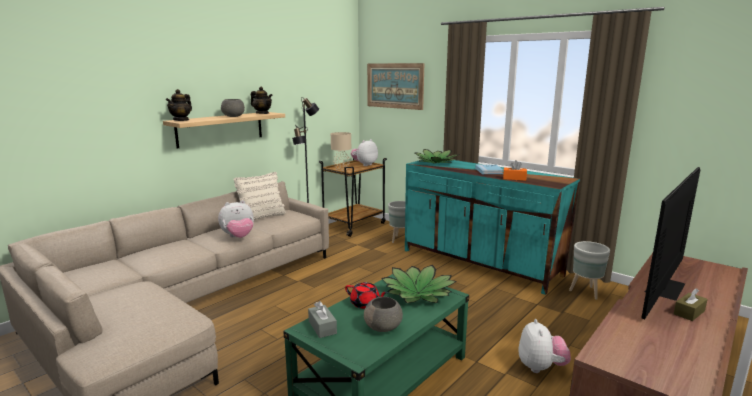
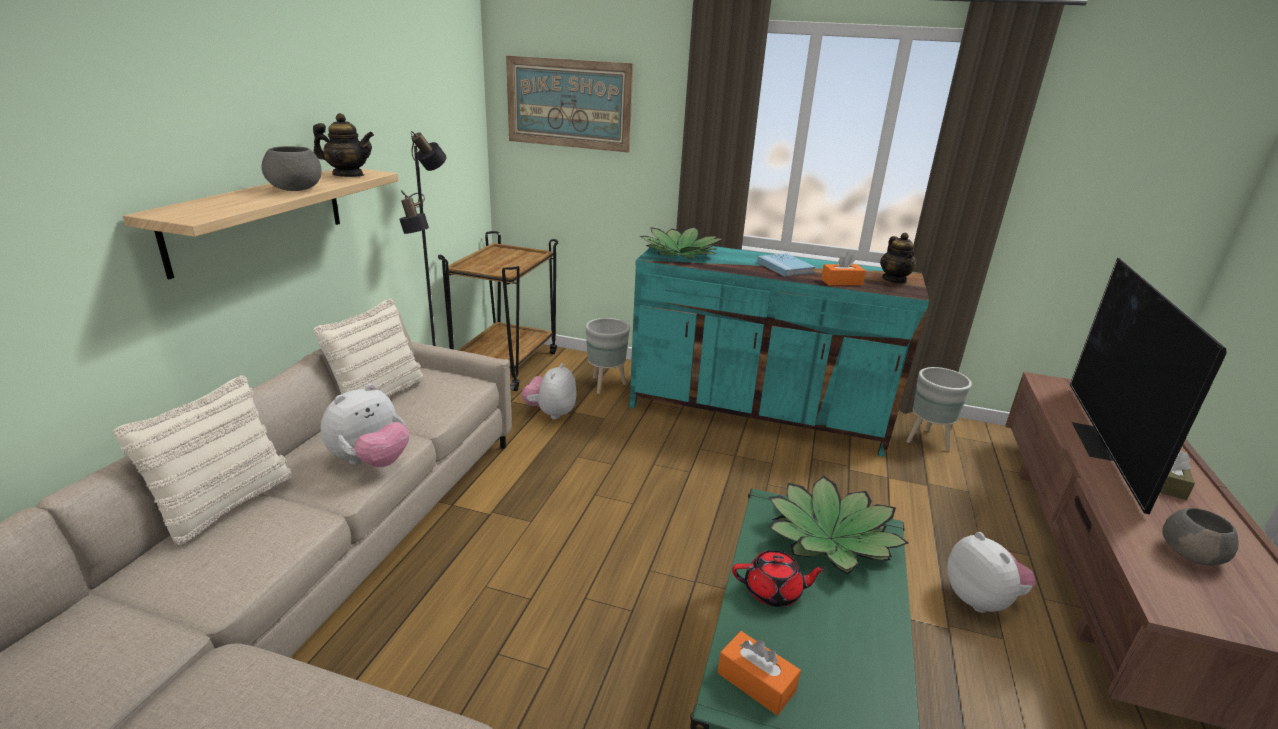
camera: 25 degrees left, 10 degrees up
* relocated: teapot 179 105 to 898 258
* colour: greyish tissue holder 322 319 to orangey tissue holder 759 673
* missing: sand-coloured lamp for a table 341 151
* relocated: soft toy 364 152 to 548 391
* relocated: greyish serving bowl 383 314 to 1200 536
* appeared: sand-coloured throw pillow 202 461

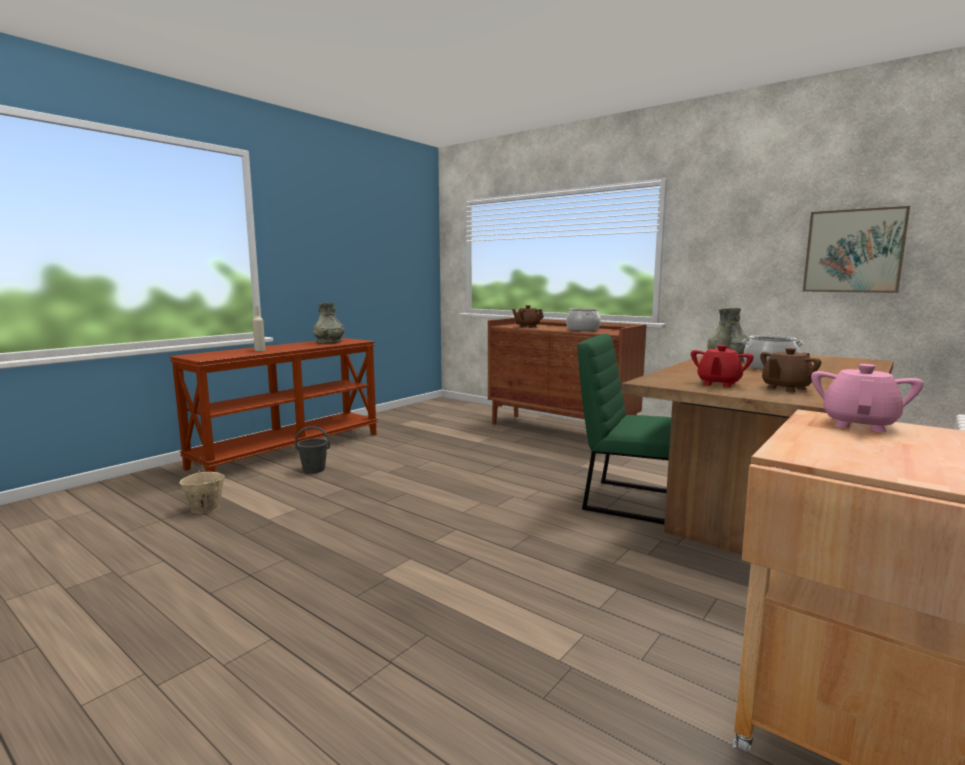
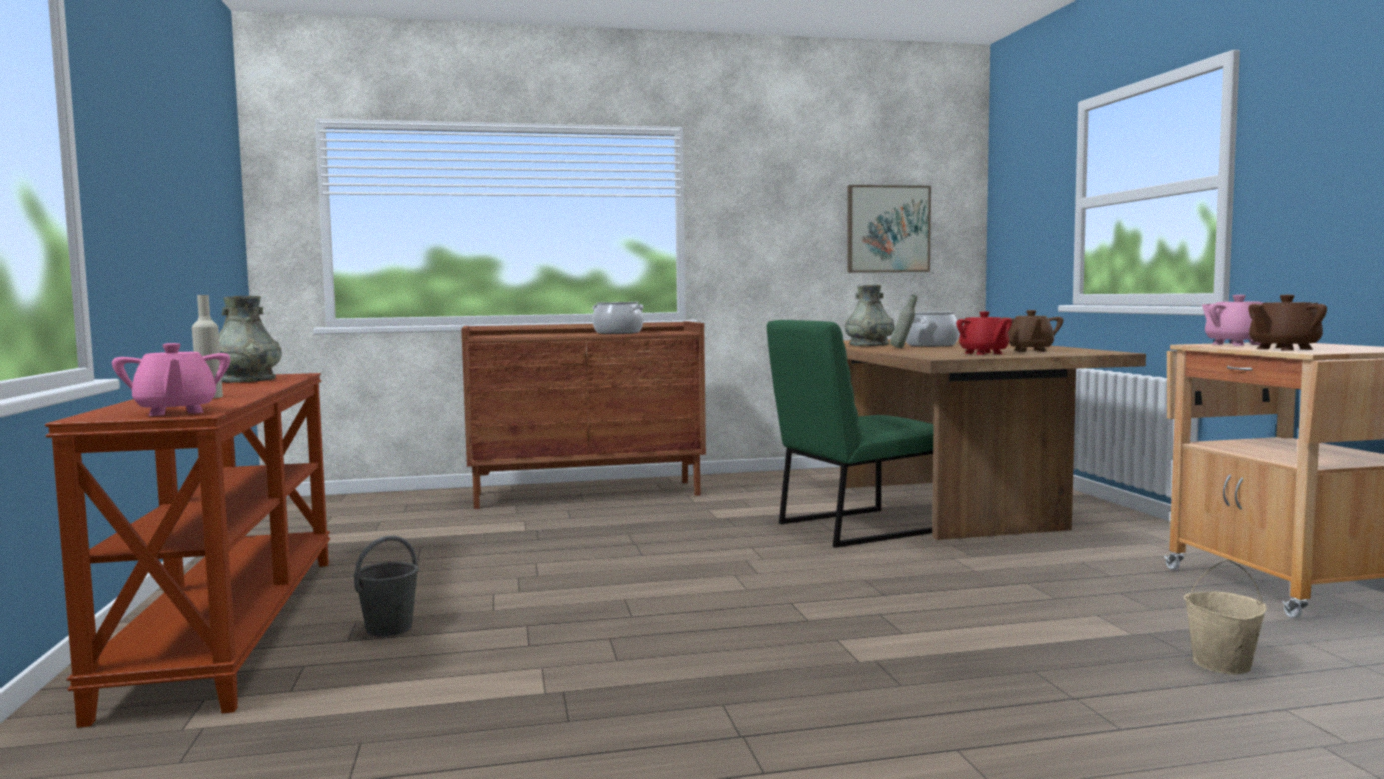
camera: 50 degrees left, 5 degrees down
* relocated: sand-coloured bucket 202 485 to 1225 617
* relocated: brownish teapot 528 316 to 1287 323
* appeared: pinkish teapot 171 379

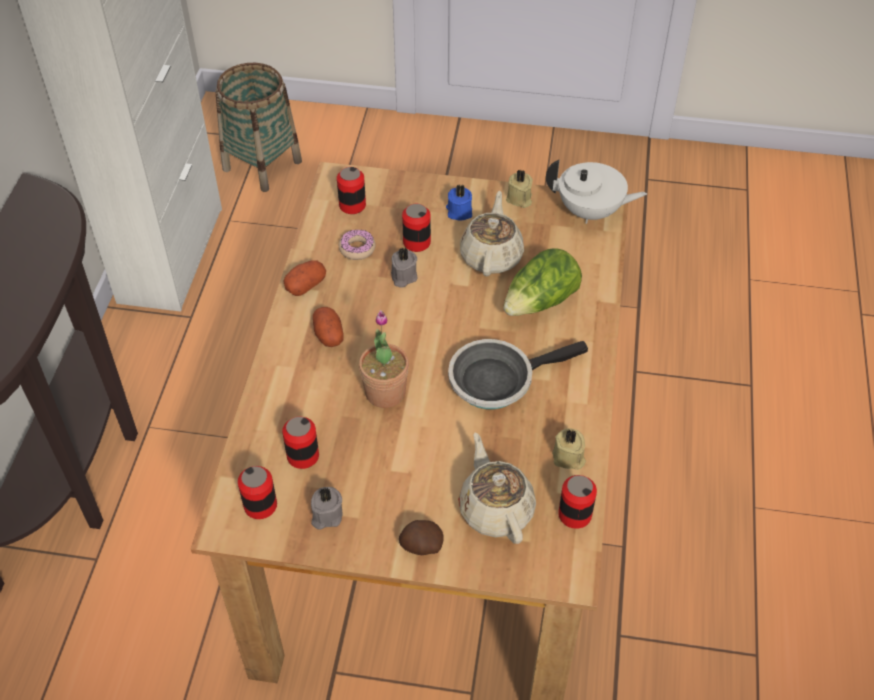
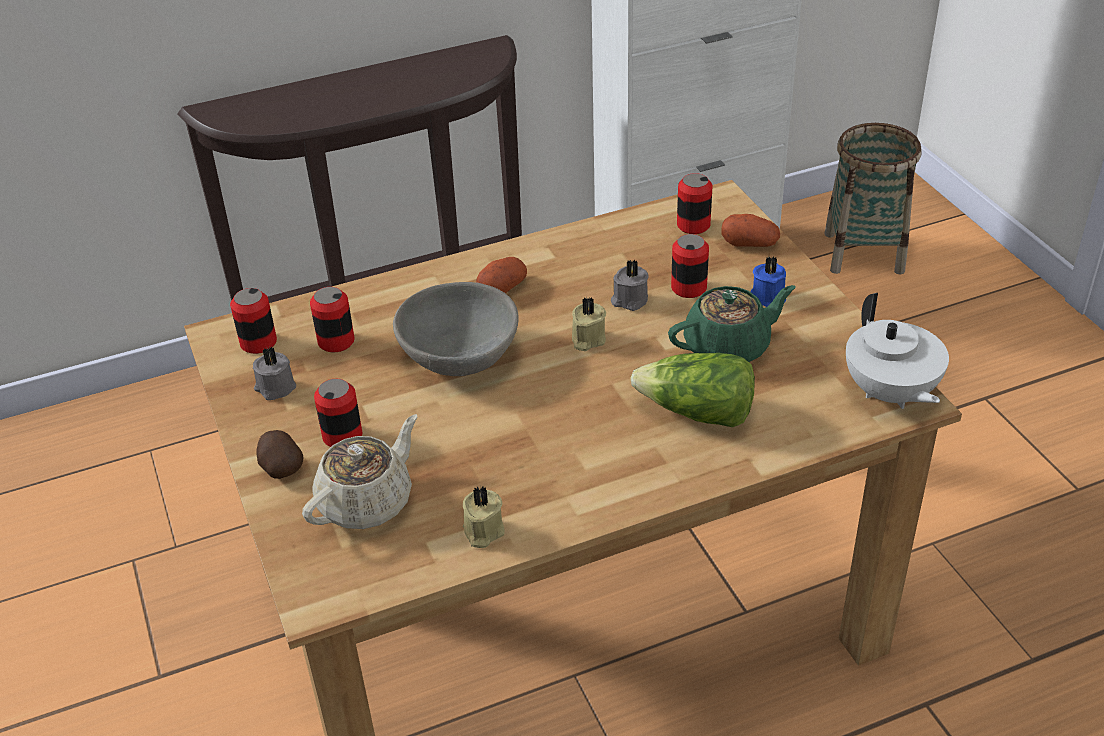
camera: 60 degrees right, 10 degrees down
* relocated: spud 304 278 to 750 230
* missing: ring doughnut 357 244
* exchanged: plant in a pot 384 359 to greyish serving bowl 455 329
* missing: skillet 518 374
* colour: sand-coloured teapot 492 234 to greenish teapot 732 323
* relocated: sand-coloured wax candle 519 189 to 589 324
* relocated: can 577 502 to 338 413

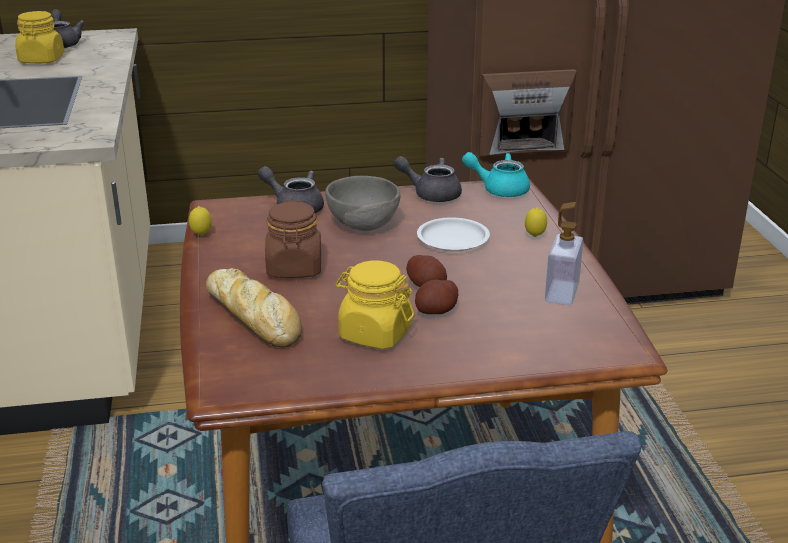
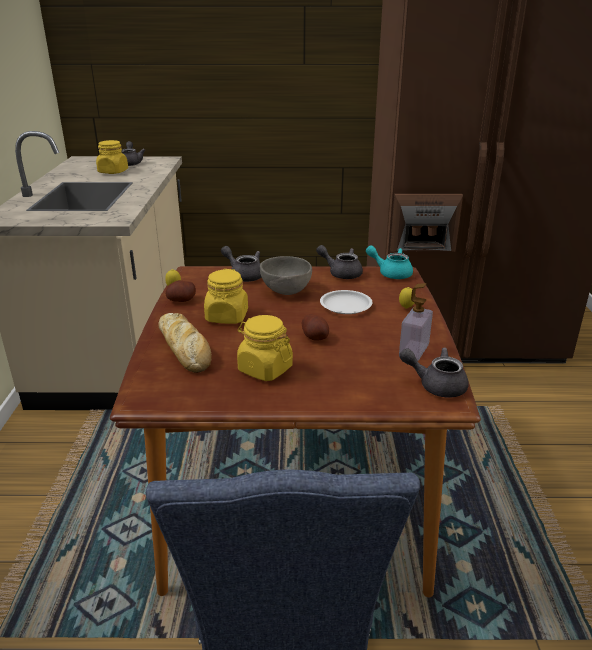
camera: 10 degrees right, 0 degrees up
* colour: brownish storage jar 293 239 to yellowish storage jar 226 296
* relocated: spud 436 296 to 181 291
* appeared: greyish teapot 434 372

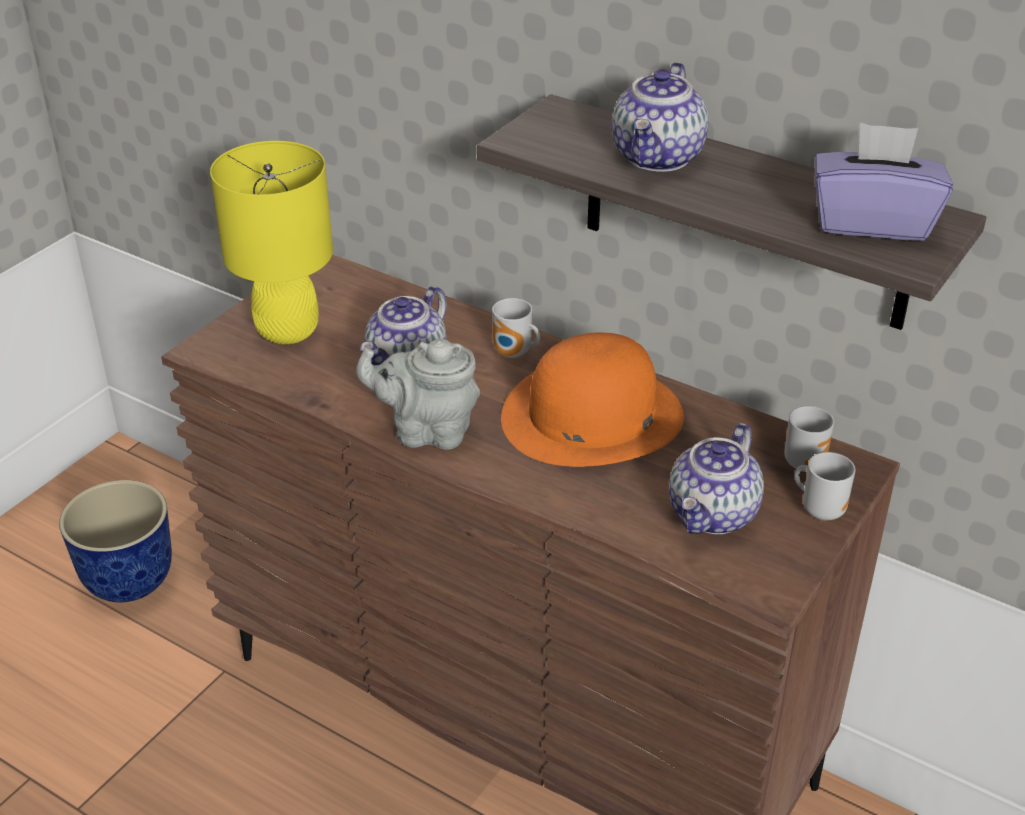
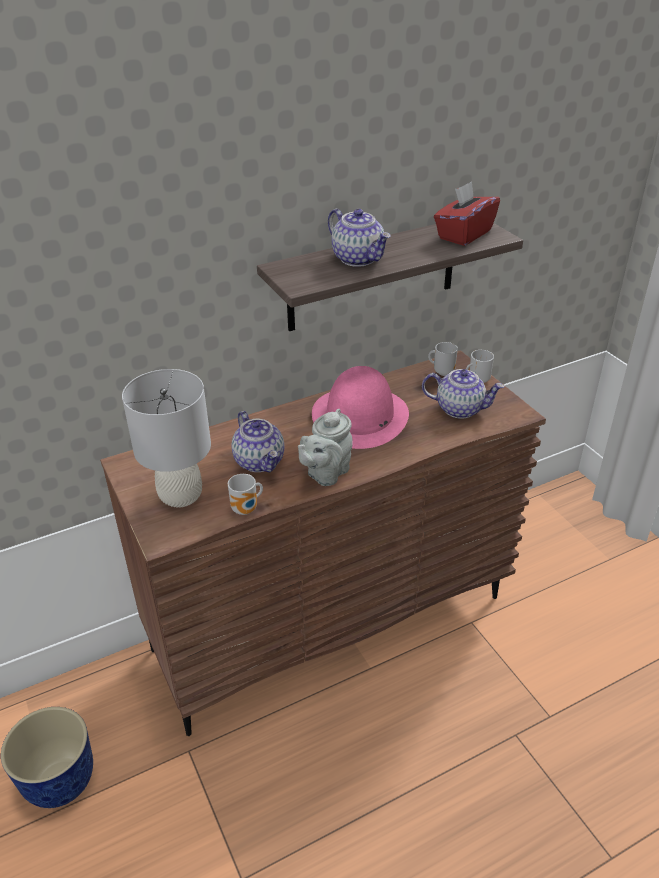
camera: 60 degrees left, 0 degrees up
* colour: yellowish lamp for a table 271 243 to greyish lamp for a table 166 438
* relocated: tea mug 516 328 to 245 494
* colour: orangey clothing hat 592 399 to pinkish clothing hat 360 407
* spun: teapot 716 478 = 463 394 45 degrees counterclockwise
* colour: purple tissue holder 884 181 to red-coloured tissue holder 467 213

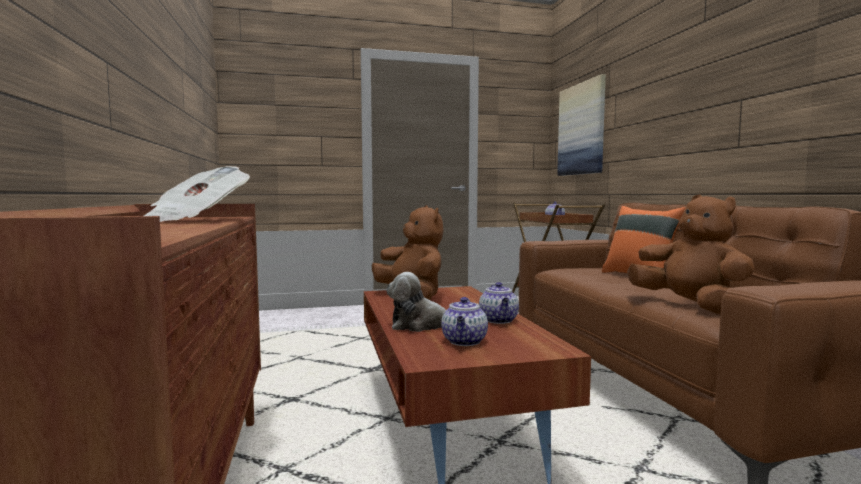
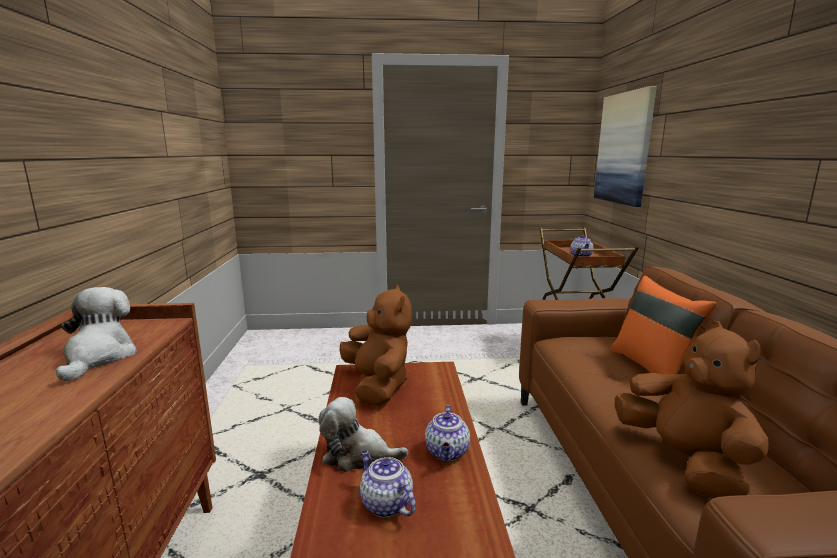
camera: 10 degrees right, 10 degrees up
* exchanged: newspaper 197 194 to soft toy 96 334
* spun: teapot 464 321 = 388 484 120 degrees clockwise

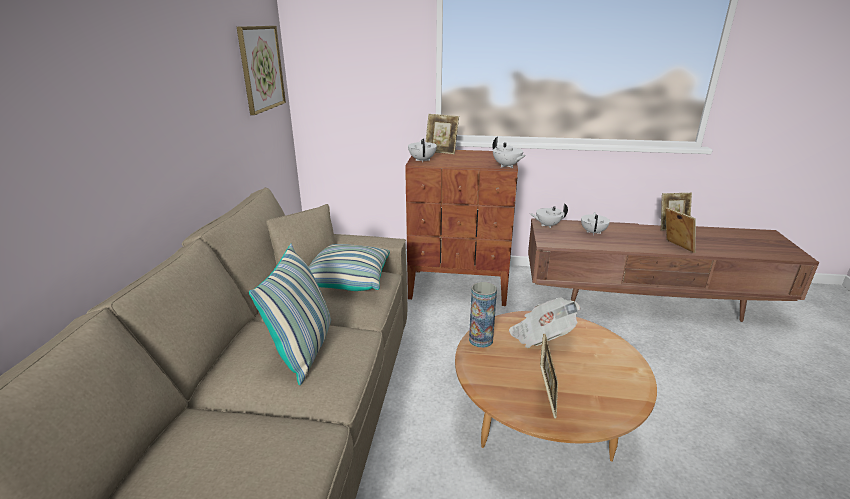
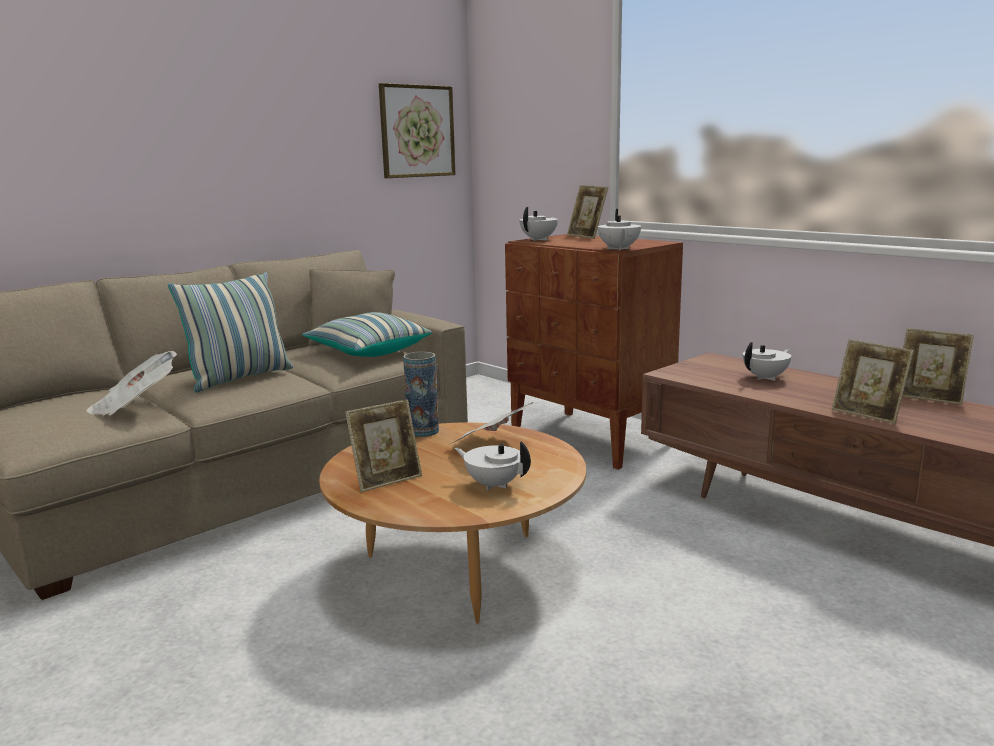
camera: 40 degrees right, 10 degrees down
* relocated: white-coloured teapot 549 215 to 493 466
* spun: standing frame 680 230 = 873 381 120 degrees clockwise
* appeared: newspaper 131 383

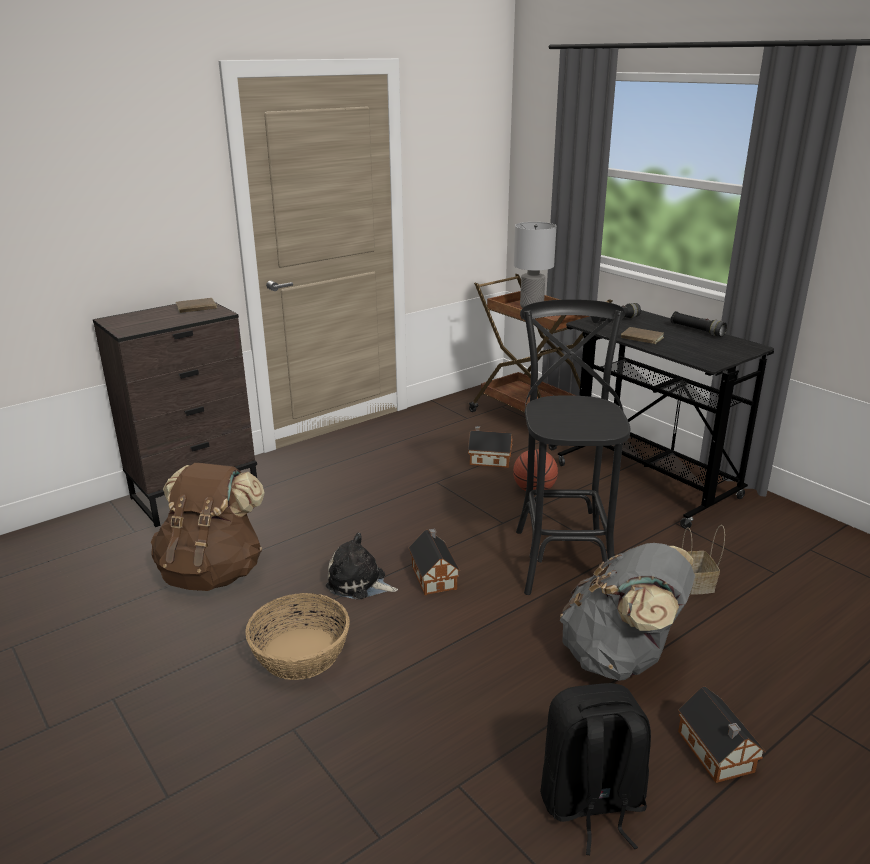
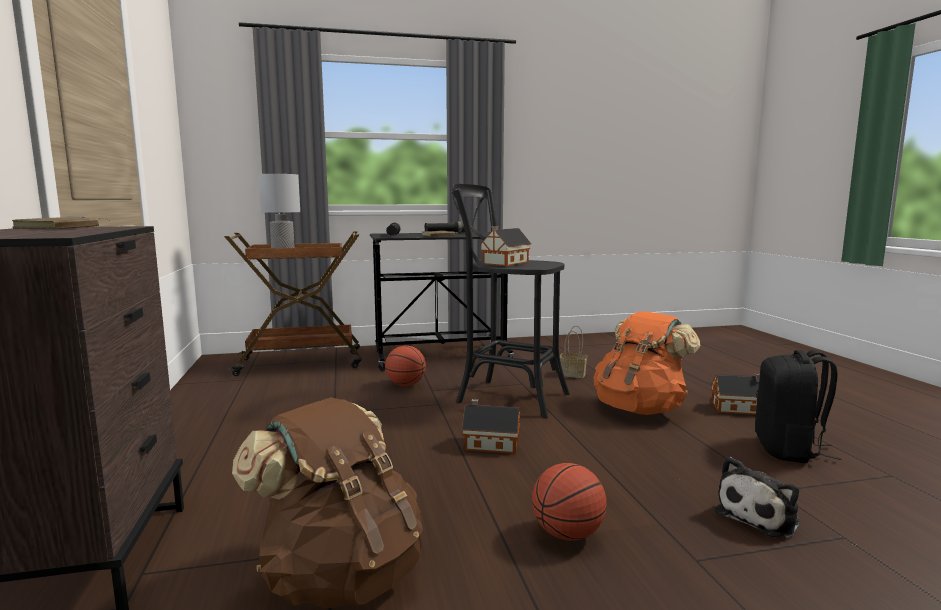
camera: 65 degrees left, 15 degrees down
* exchanged: basket 297 636 to ball for basketball 569 502
* relocated: soft toy 362 566 to 757 497
* relocated: model house 490 447 to 505 246
* colour: greyish knapsack 627 612 to orangey knapsack 646 363

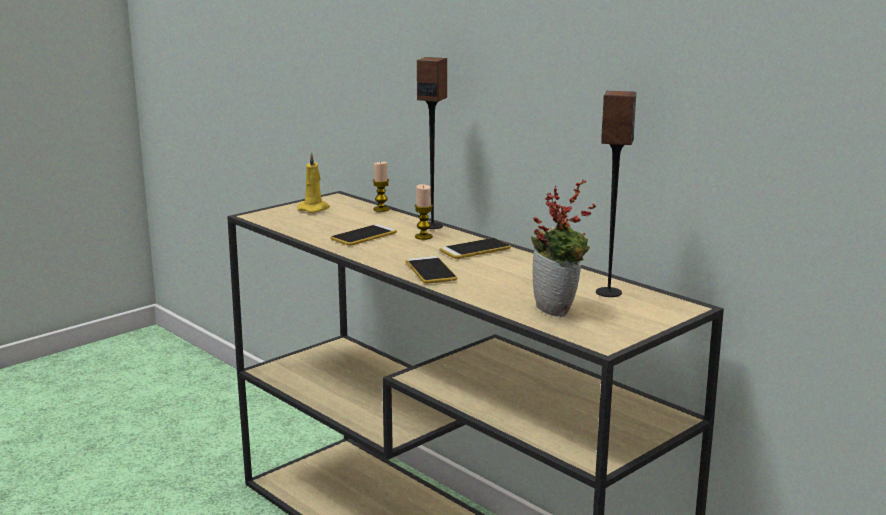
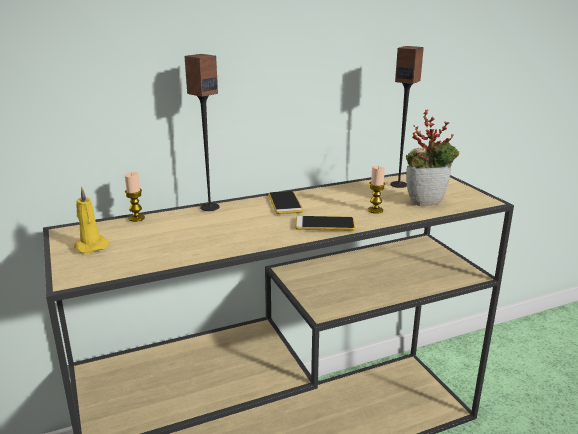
camera: 70 degrees left, 5 degrees up
* missing: phone 364 235
* relocated: wax candle 424 212 to 376 190

